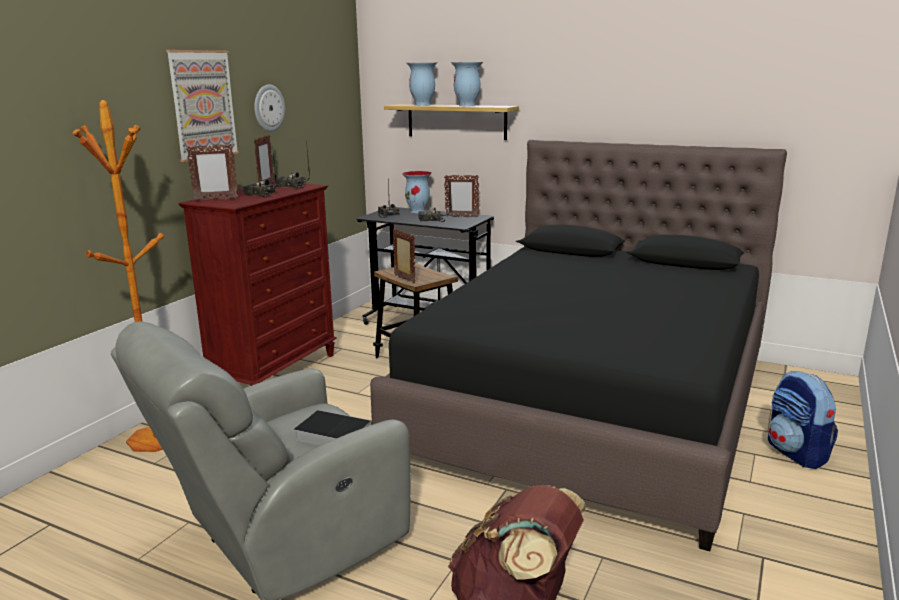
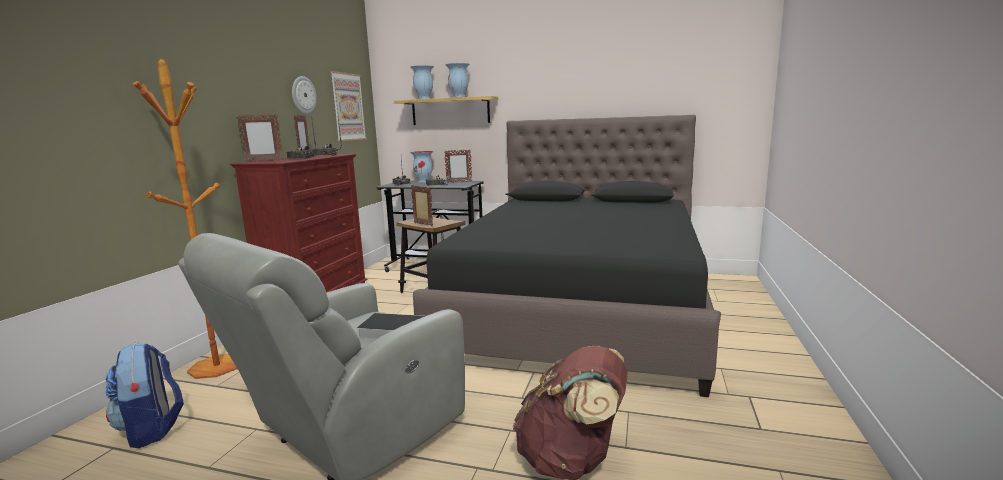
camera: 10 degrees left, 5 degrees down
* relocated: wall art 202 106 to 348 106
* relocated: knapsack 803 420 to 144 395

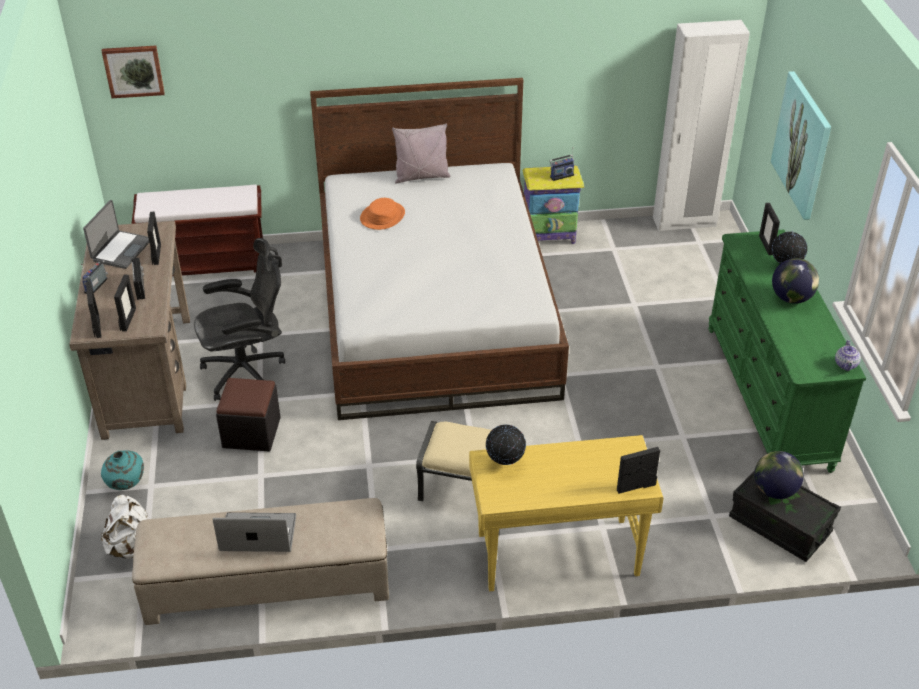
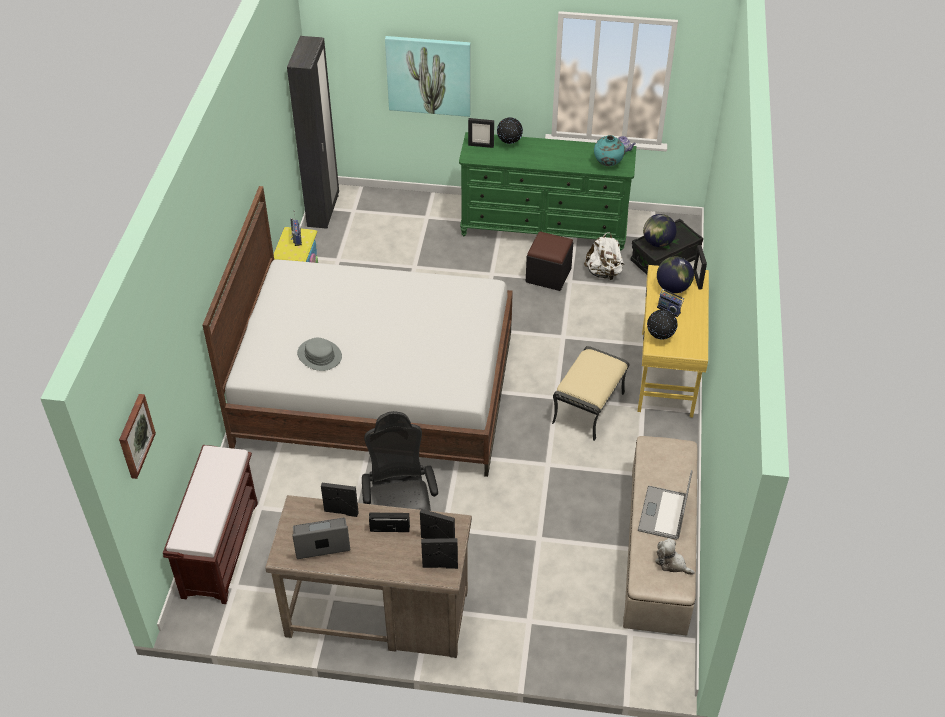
camera: 75 degrees left, 5 degrees up
* relocated: radio set 94 277 to 670 303
* spun: laptop 116 234 = 321 538 45 degrees counterclockwise
* relocated: turquoise-coloured flower vase 122 470 to 610 150
* relocated: white-coloured knapsack 124 527 to 604 256
* relocated: black-coloured pouffe 248 415 to 549 261
* colour: orangey clothing hat 382 214 to greyish clothing hat 319 354
* missing: purple throw pillow 421 153
* colour: white-coloured clothes cupboard 701 125 to black-coloured clothes cupboard 313 132
* relocated: desk globe 795 281 to 675 274
* appeared: soft toy 674 556

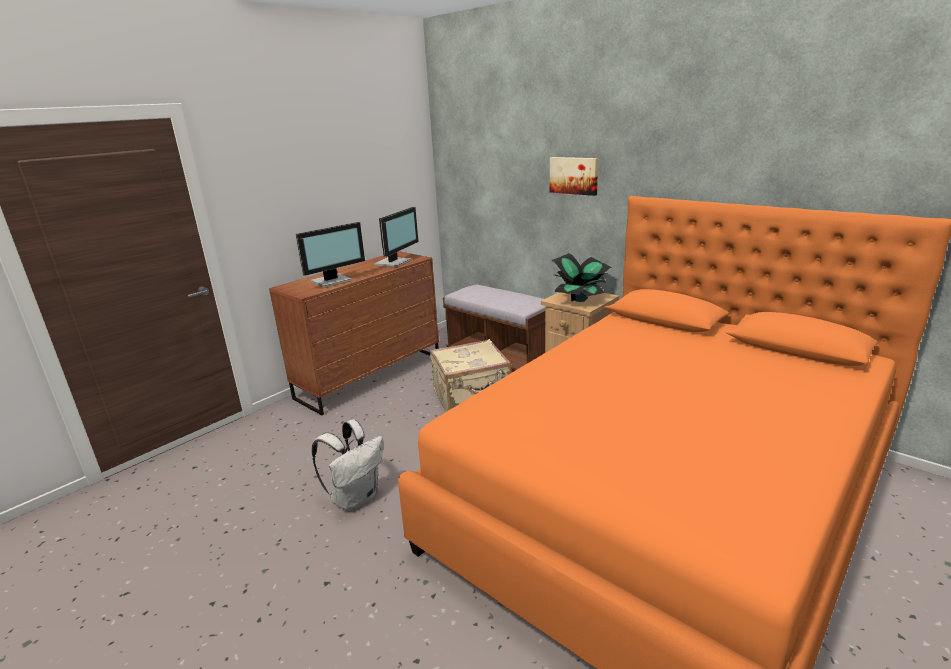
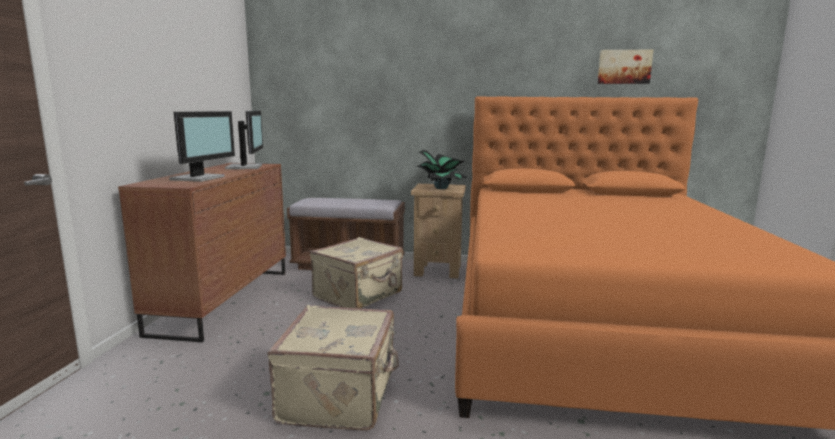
camera: 35 degrees left, 10 degrees down
* exchanged: white-coloured knapsack 347 465 to sand-coloured piece of luggage 333 368
* relocated: wall art 574 176 to 625 67

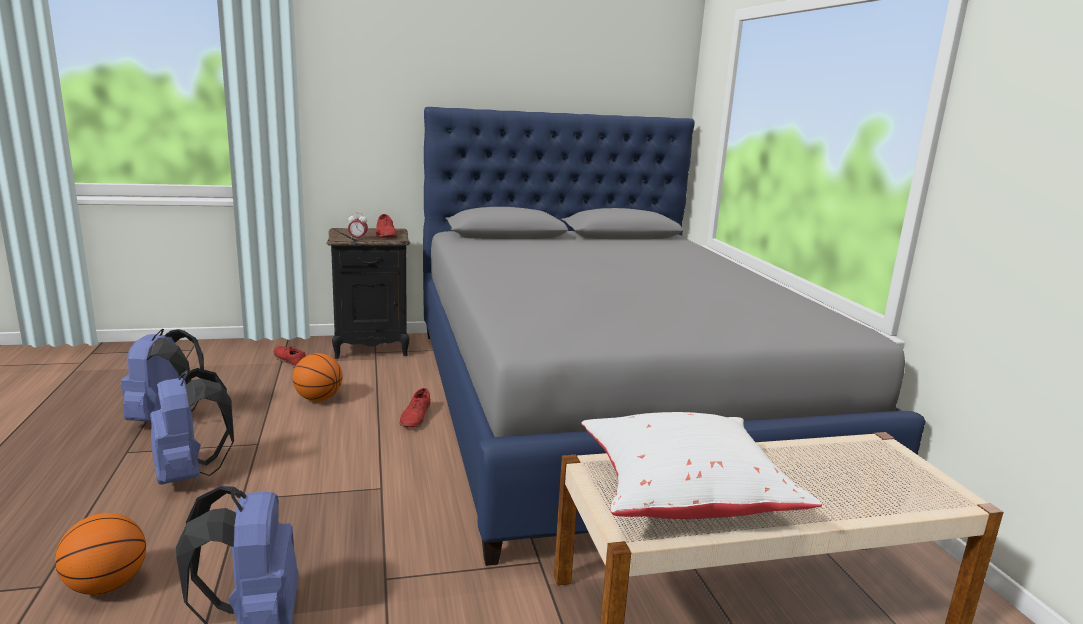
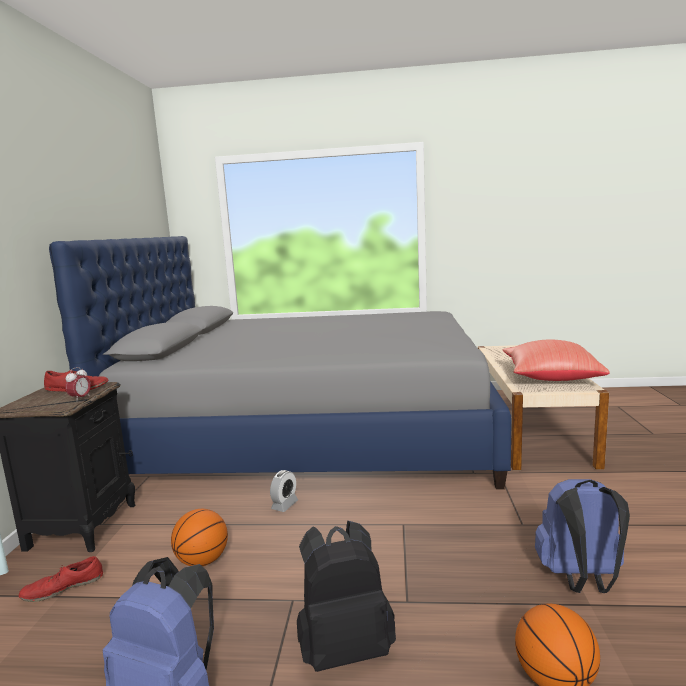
camera: 70 degrees left, 5 degrees down
* colour: blue-coloured knapsack 192 426 to black-coloured knapsack 346 596
* exchanged: red-coloured shoe 415 407 to table clock 284 491
* colour: white-coloured throw pillow 701 465 to red-coloured throw pillow 556 360

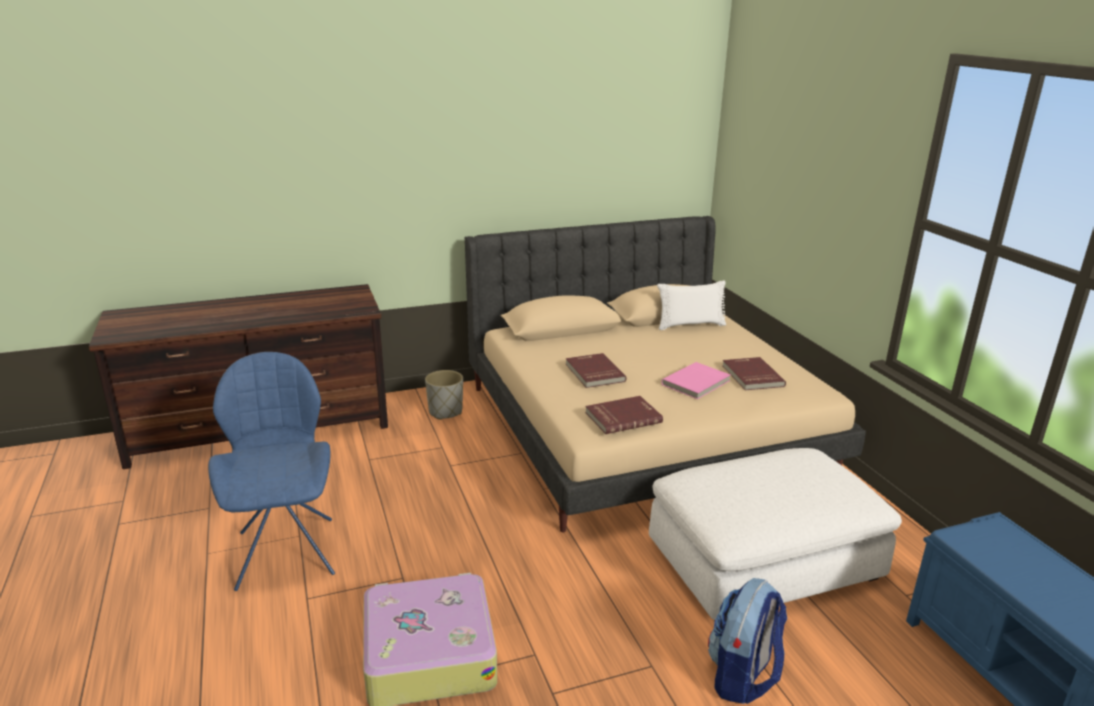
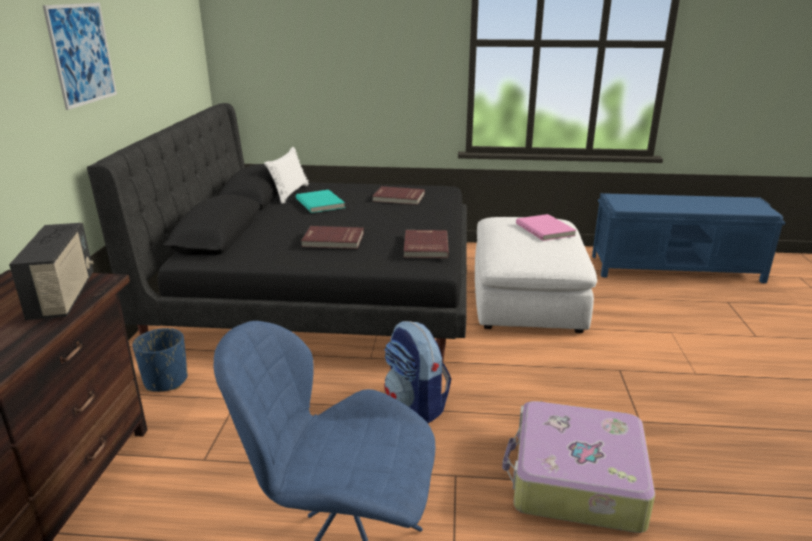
camera: 65 degrees left, 0 degrees up
* colour: greyish plant pot 444 395 to blue-coloured plant pot 160 360
* colour: sand-coloured sleeping bed 665 374 to black-coloured sleeping bed 277 233
* relocated: pinkish volume 695 380 to 546 227
* relocated: knapsack 747 641 to 417 372
* appeared: radio set 51 271
* appeared: wall art 79 56
* appeared: turquoise-coloured volume 320 201

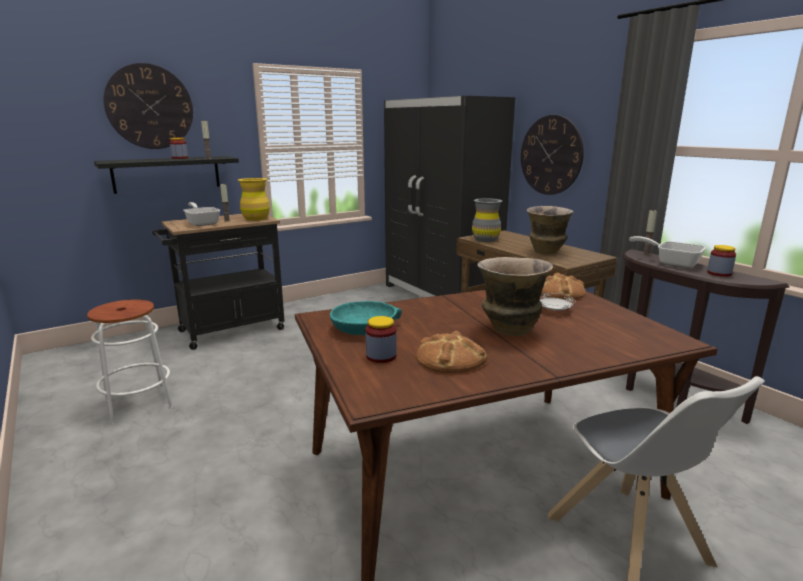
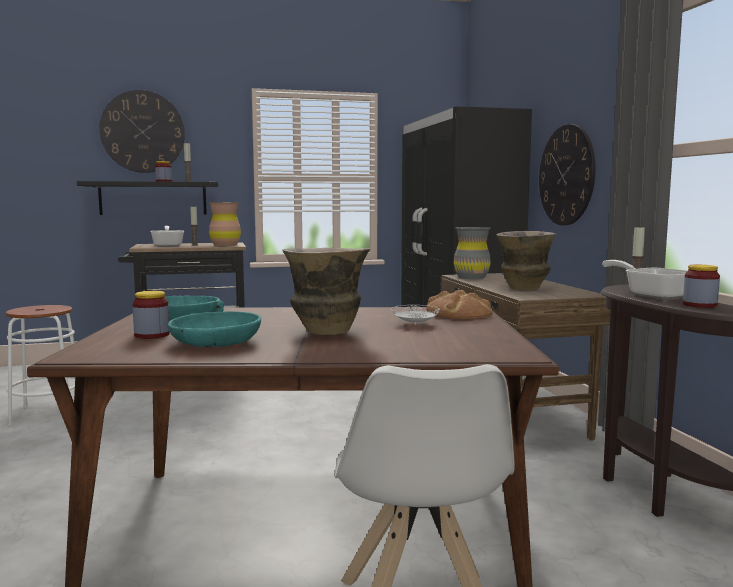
camera: 20 degrees right, 10 degrees down
* colour: yellowish flower vase 254 199 to brownish flower vase 224 224
* exchanged: bread 451 352 to turquoise-coloured serving bowl 214 329

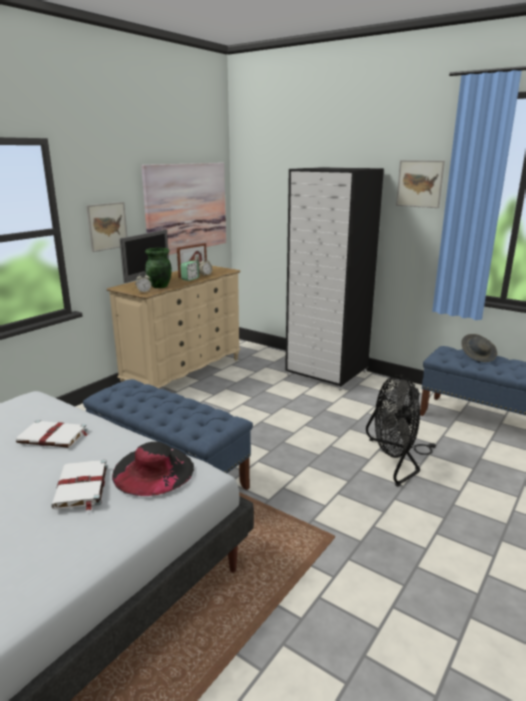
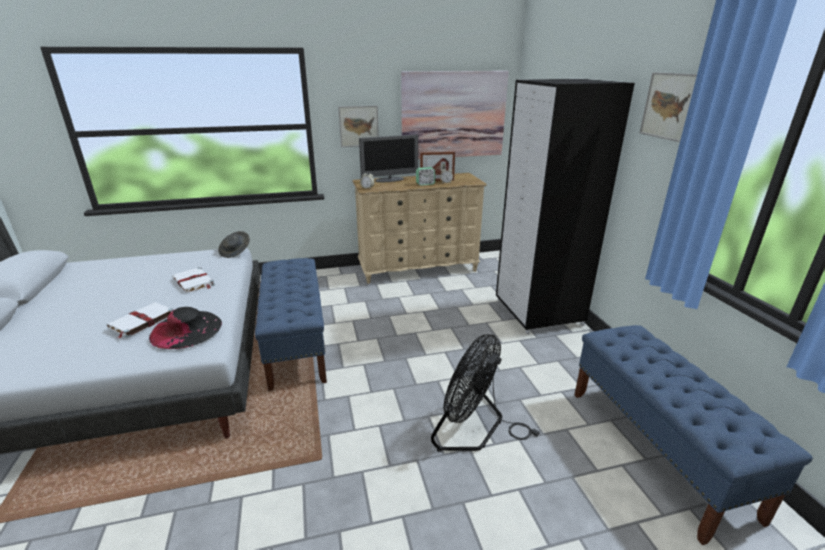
camera: 40 degrees right, 5 degrees up
* missing: greenish flower vase 158 268
* relocated: greyish clothing hat 479 348 to 234 244

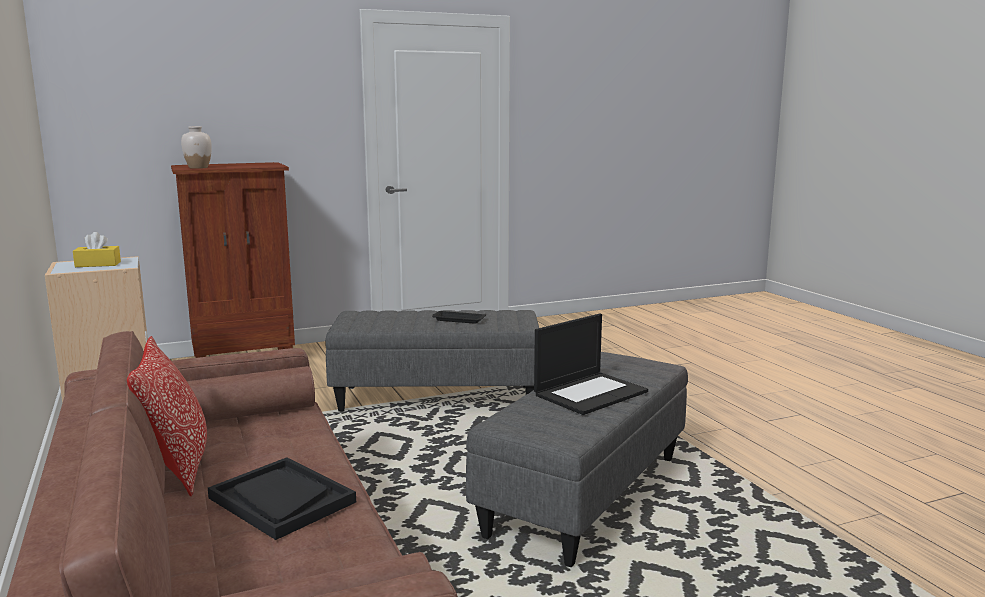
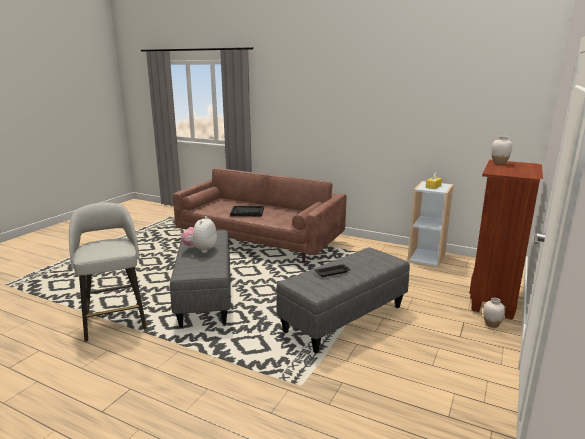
camera: 140 degrees right, 5 degrees up
* missing: throw pillow 167 416
* exchanged: laptop 591 364 to soft toy 199 234
* appeared: greyish stool seat 108 272
* appeared: white-coloured flower vase 494 313

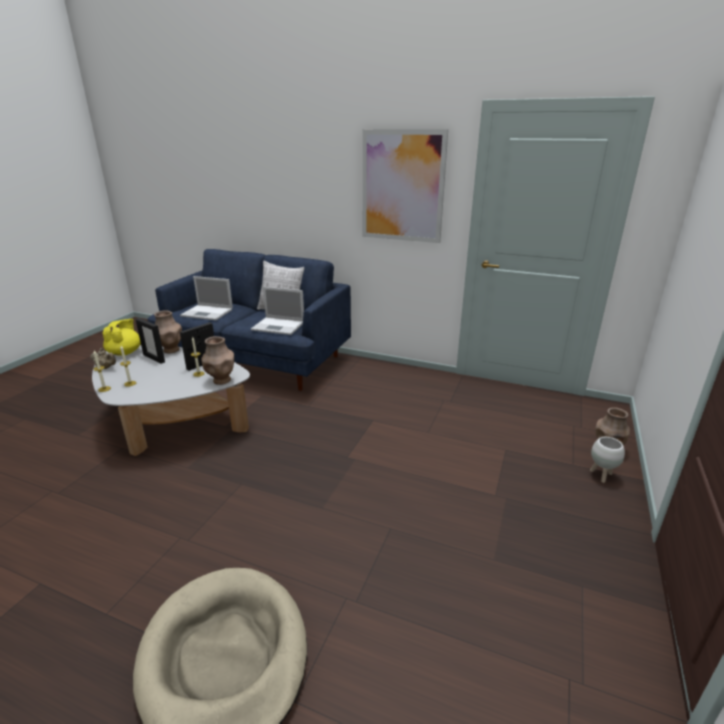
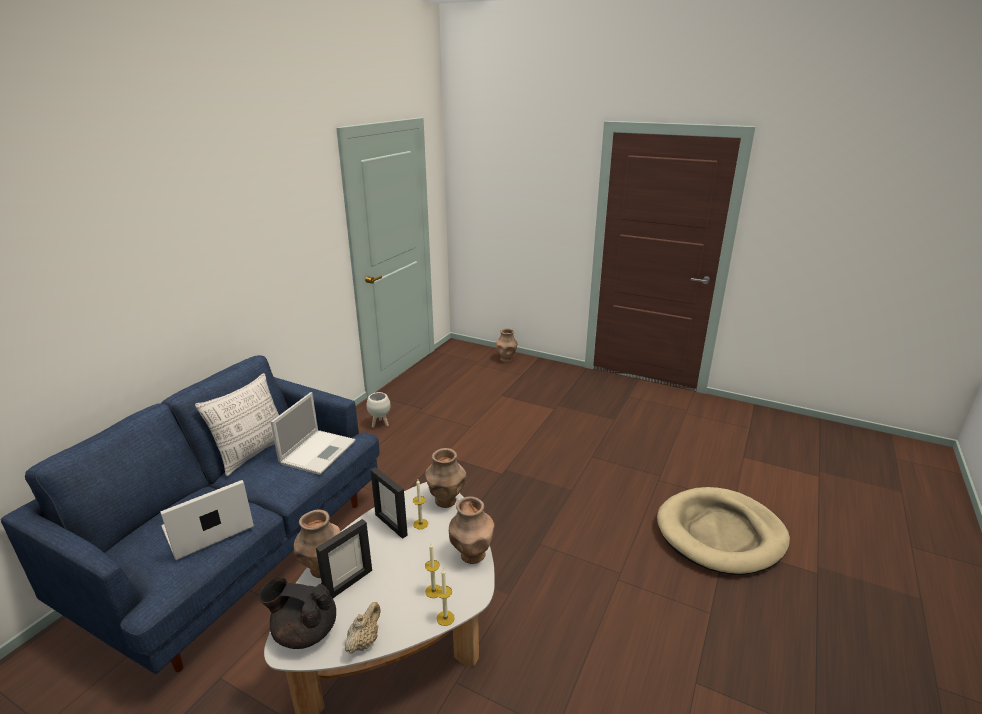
camera: 85 degrees left, 0 degrees up
* colour: yellowish teapot 121 337 to black-coloured teapot 297 613
* spun: laptop 206 298 = 207 520 150 degrees counterclockwise
* missing: wall art 405 186
* relocated: white-coloured plant pot 607 460 to 379 410
* appeared: brownish flower vase 472 530

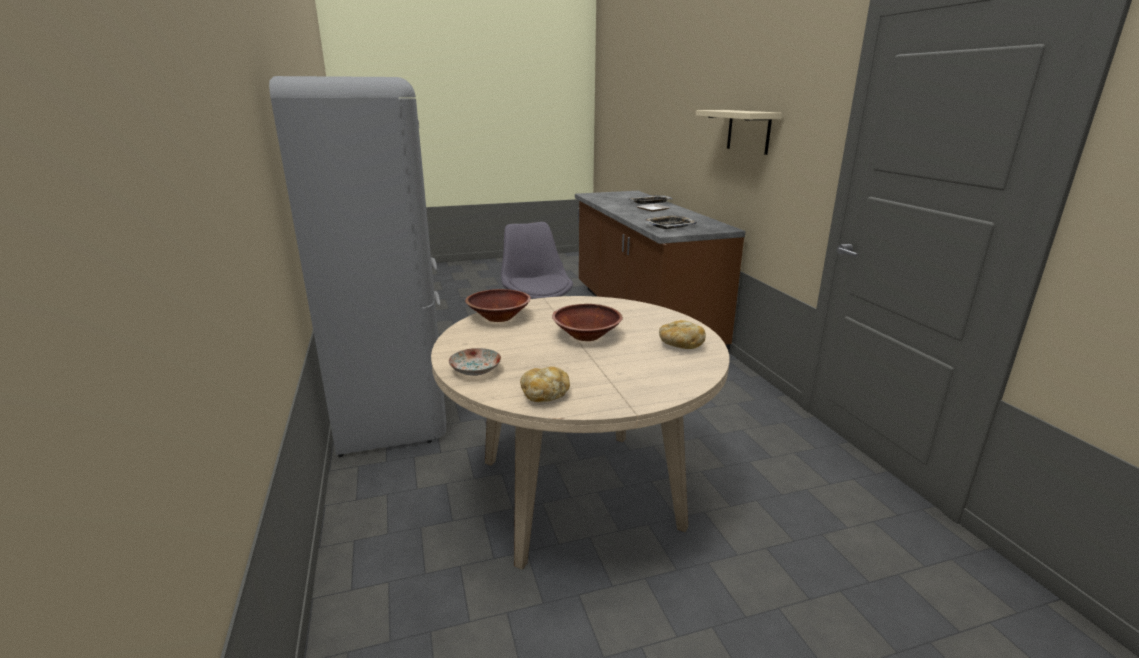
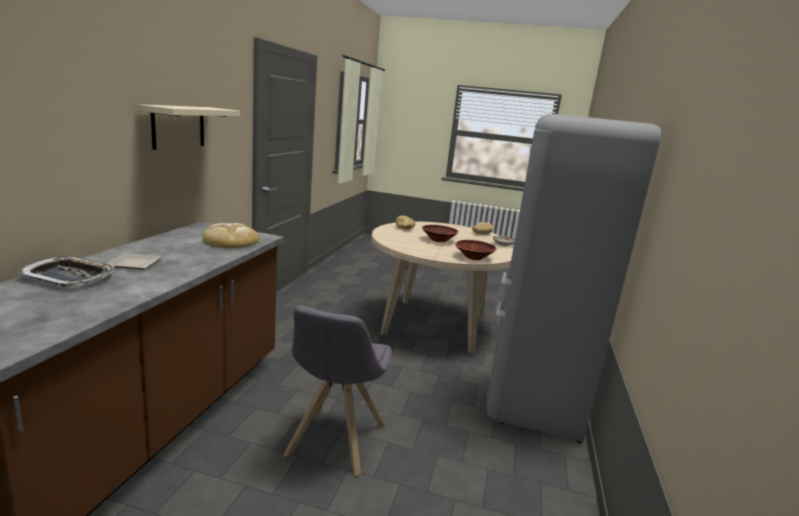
camera: 150 degrees left, 5 degrees down
* exchanged: carrying tray 670 222 to bread 231 235

